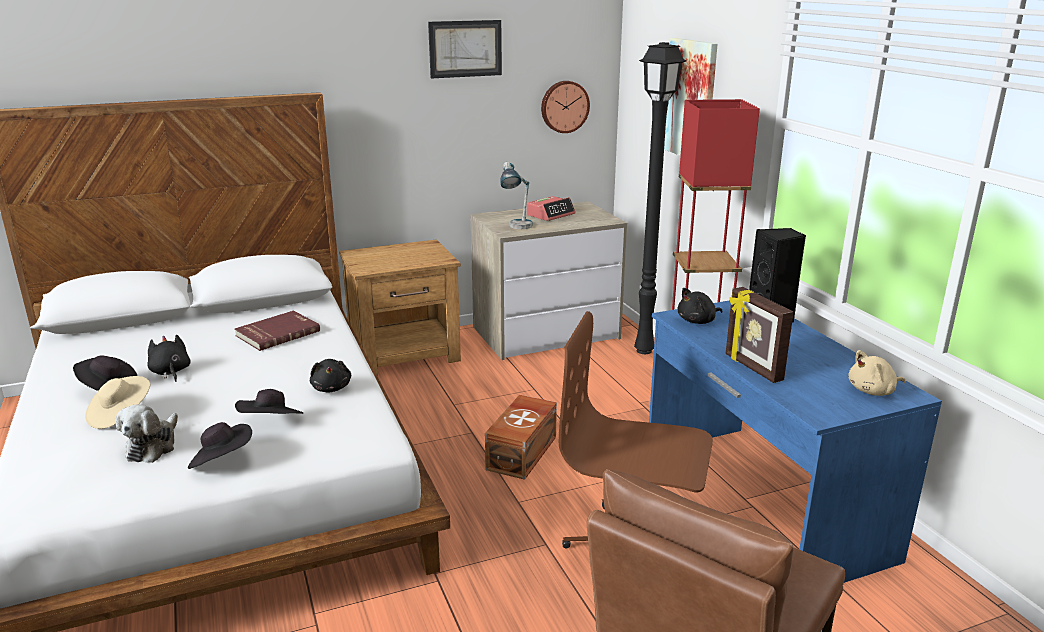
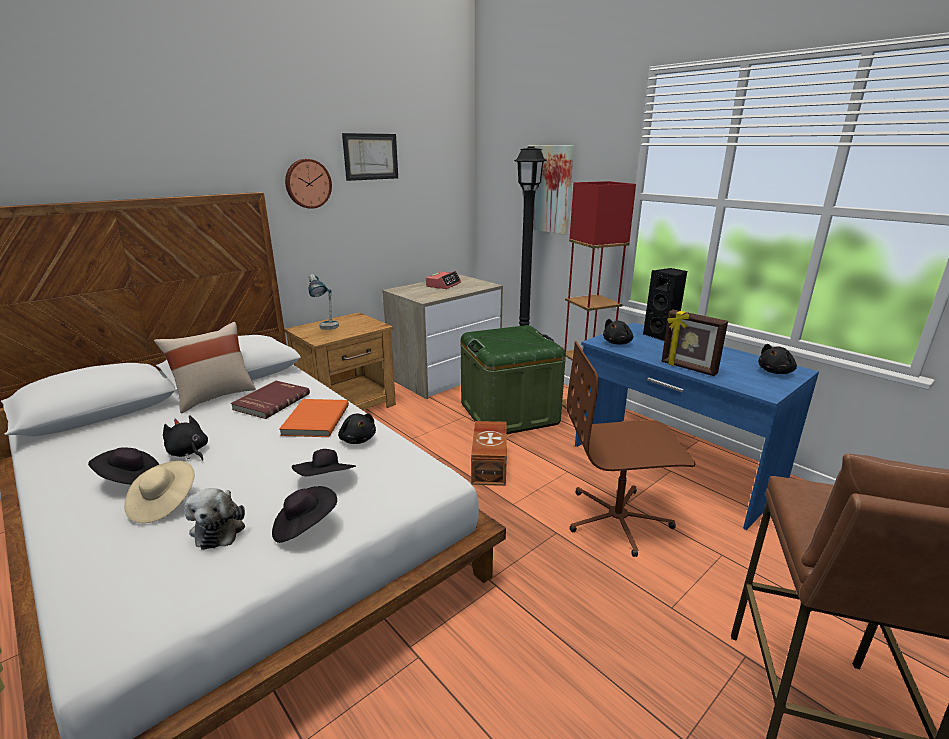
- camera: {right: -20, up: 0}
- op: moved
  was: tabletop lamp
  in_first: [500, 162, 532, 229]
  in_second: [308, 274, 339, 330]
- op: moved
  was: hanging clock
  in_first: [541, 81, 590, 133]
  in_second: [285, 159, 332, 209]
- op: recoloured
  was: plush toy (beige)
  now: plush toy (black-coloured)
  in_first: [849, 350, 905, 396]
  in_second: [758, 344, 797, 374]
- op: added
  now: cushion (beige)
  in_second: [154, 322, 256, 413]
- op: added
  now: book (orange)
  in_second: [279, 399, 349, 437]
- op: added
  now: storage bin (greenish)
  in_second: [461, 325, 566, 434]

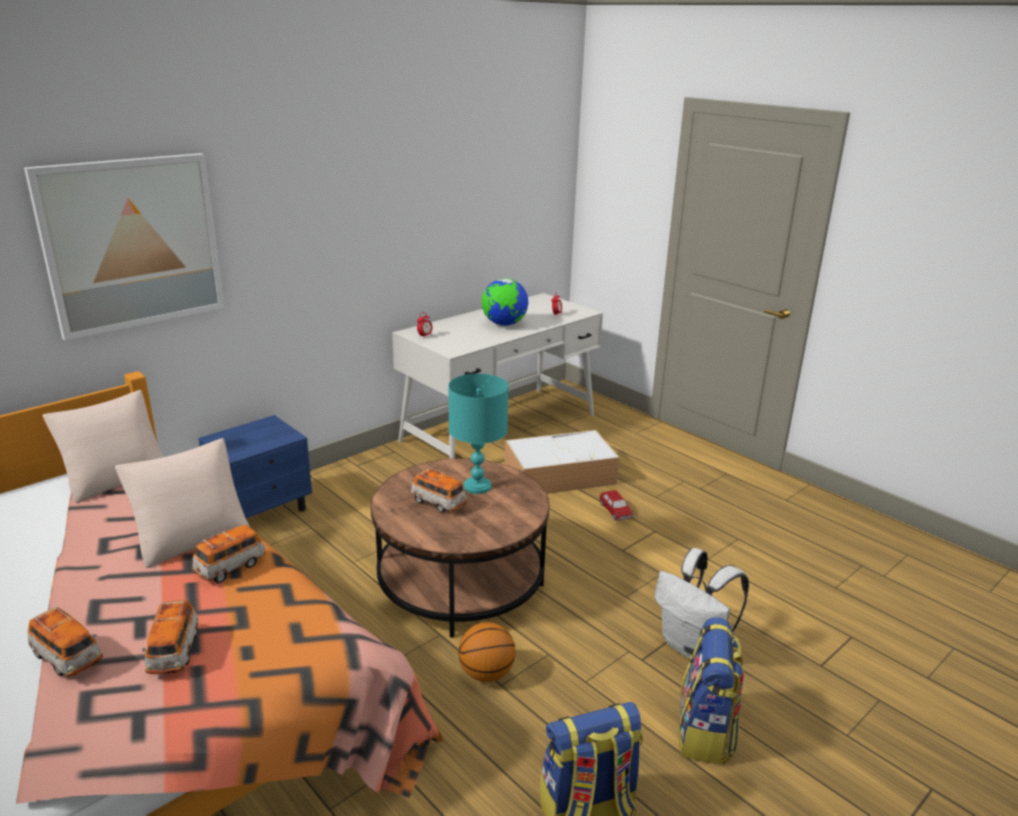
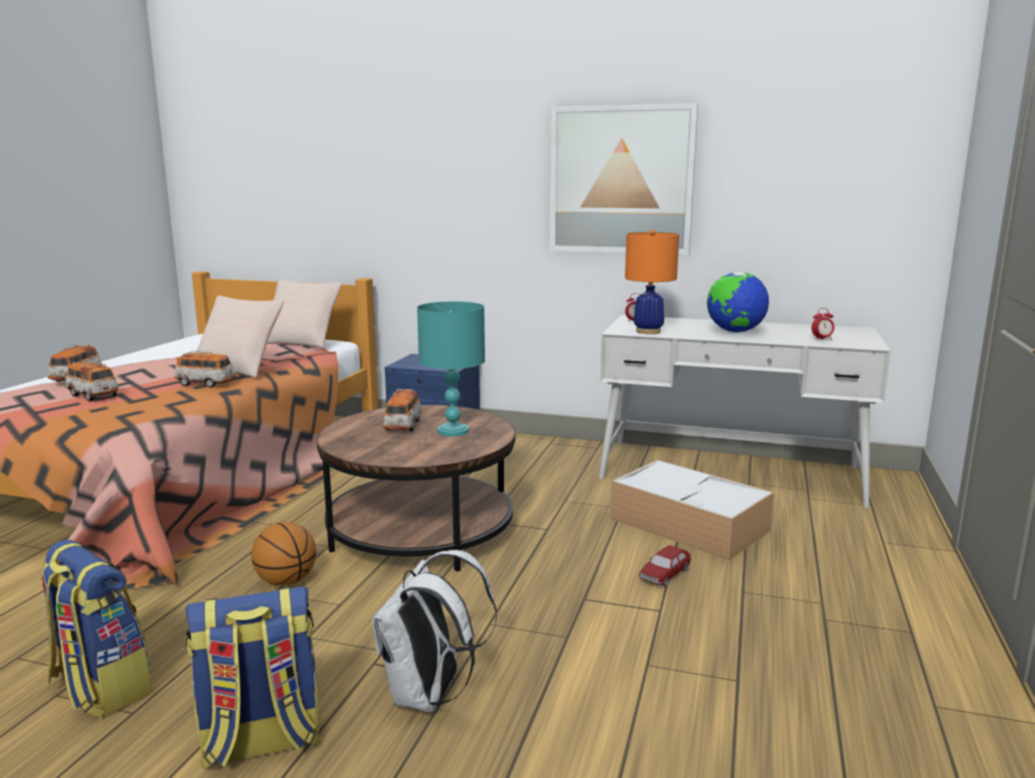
- camera: {right: 60, up: -10}
- op: moved
  was: wall picture
  in_first: [24, 153, 225, 341]
  in_second: [550, 103, 698, 255]
- op: turned
  was: toy car
  in_first: [142, 600, 199, 674]
  in_second: [65, 362, 119, 402]
  clockwise: 75
- op: added
  now: tabletop lamp (orange)
  in_second: [625, 230, 679, 334]

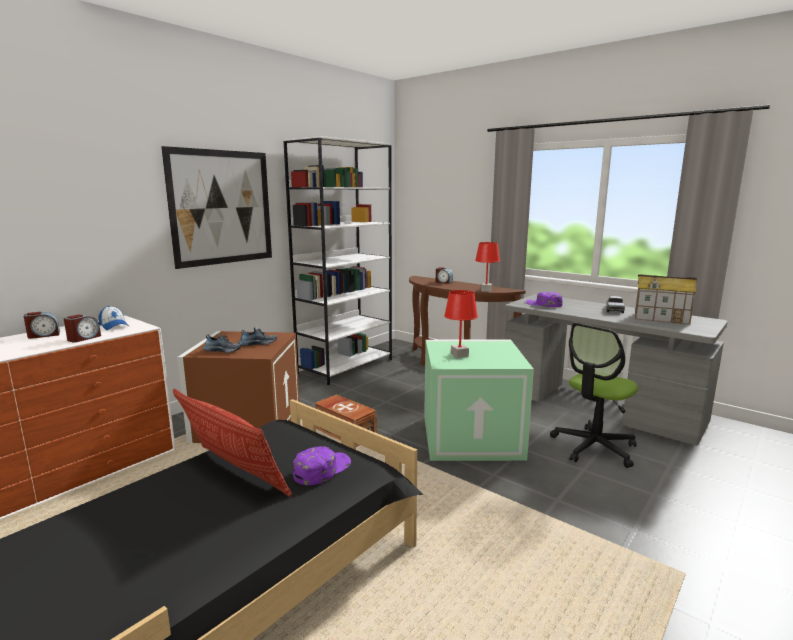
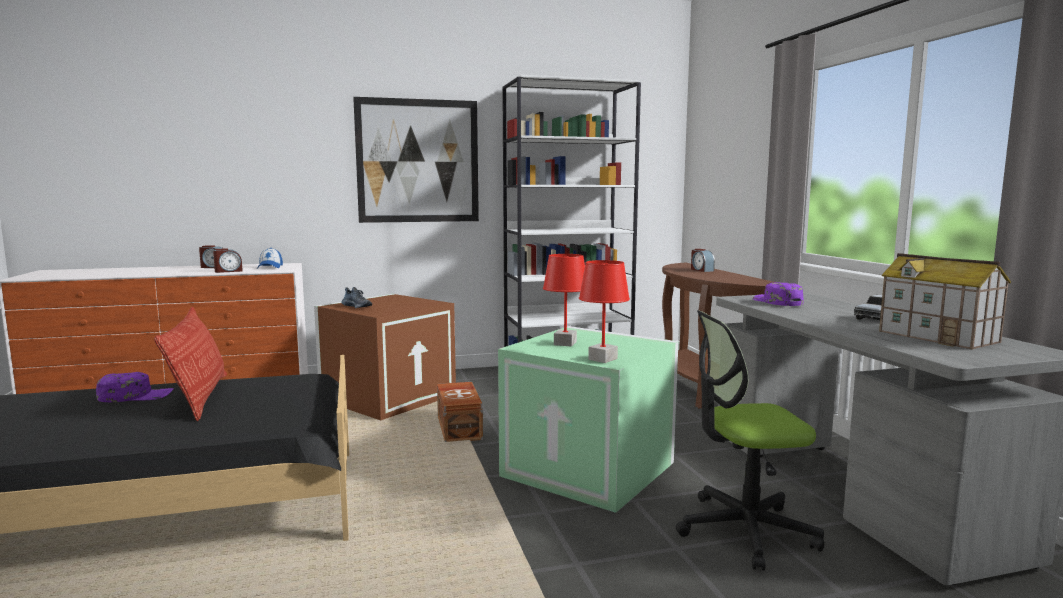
- camera: {right: 35, up: -5}
- op: removed
  was: low shoe
  in_first: [238, 327, 277, 346]
- op: moved
  was: peaked cap (purplish)
  in_first: [293, 446, 351, 485]
  in_second: [96, 372, 174, 402]
- op: moved
  was: tabletop lamp (reddish)
  in_first: [475, 242, 500, 292]
  in_second: [579, 260, 630, 363]

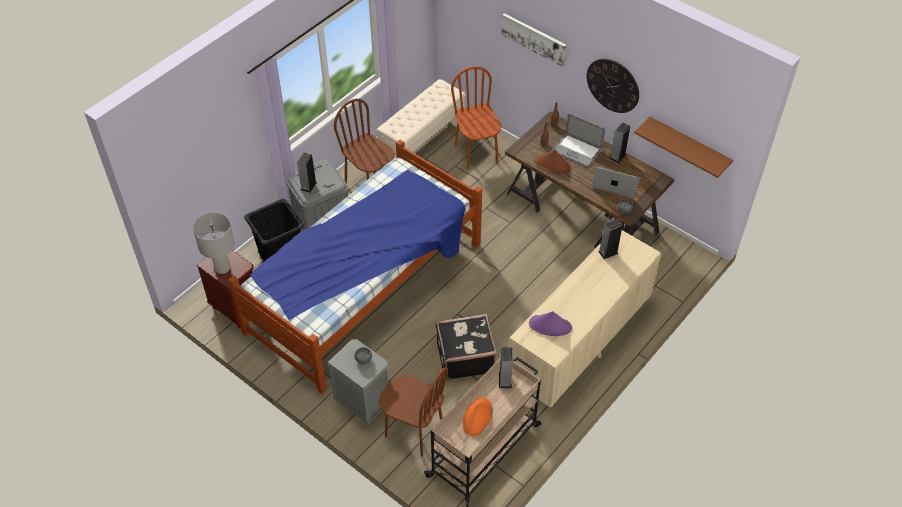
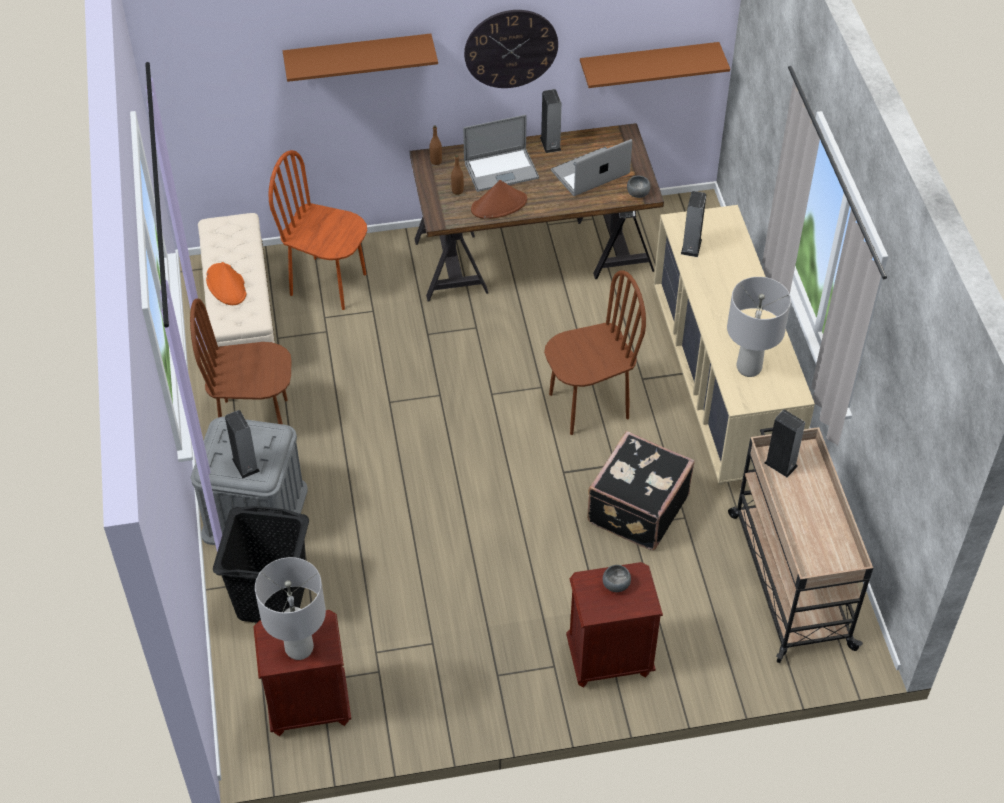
- camera: {right: -50, up: 0}
- op: removed
  was: sleeping bed
  in_first: [228, 140, 482, 394]
- op: recoloured
  was: nightstand (greyish)
  now: nightstand (brown-coloured)
  in_first: [327, 339, 389, 426]
  in_second: [566, 562, 663, 688]
- op: moved
  was: upright chair (brown-coloured)
  in_first: [379, 367, 448, 456]
  in_second: [544, 270, 646, 435]
- op: moved
  was: clothing hat (orange)
  in_first: [463, 397, 493, 436]
  in_second: [206, 262, 247, 305]
- op: replaced
  was: wall picture
  now: shelf (brown-coloured)
  in_first: [501, 13, 566, 67]
  in_second: [283, 34, 438, 82]
- op: replaced
  was: clothing hat (purplish)
  now: tabletop lamp (greyish)
  in_first: [529, 311, 572, 336]
  in_second: [727, 277, 791, 377]

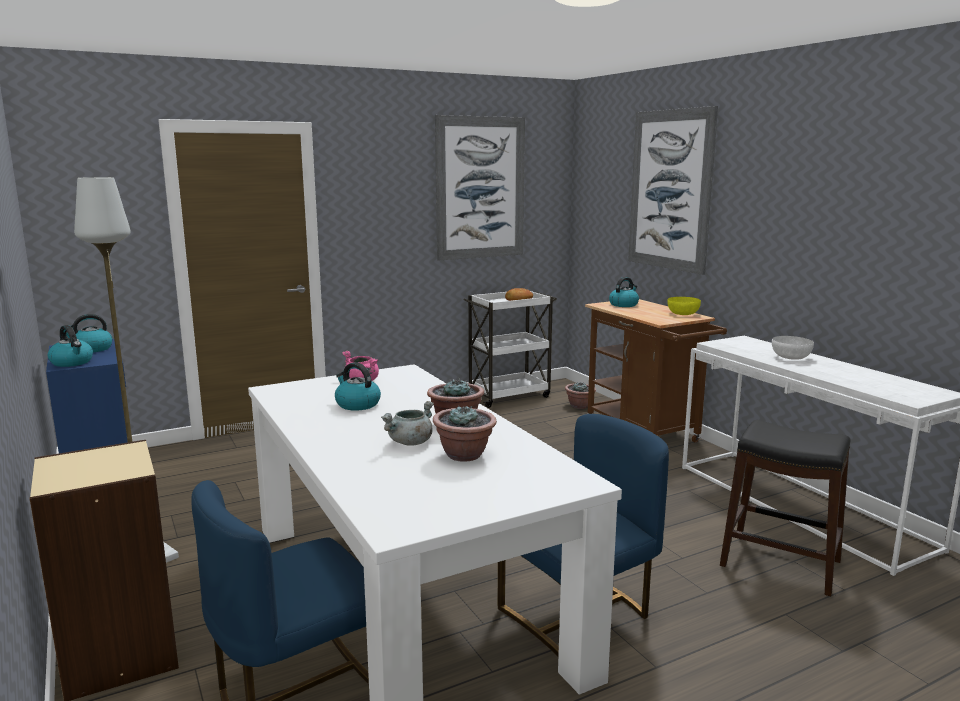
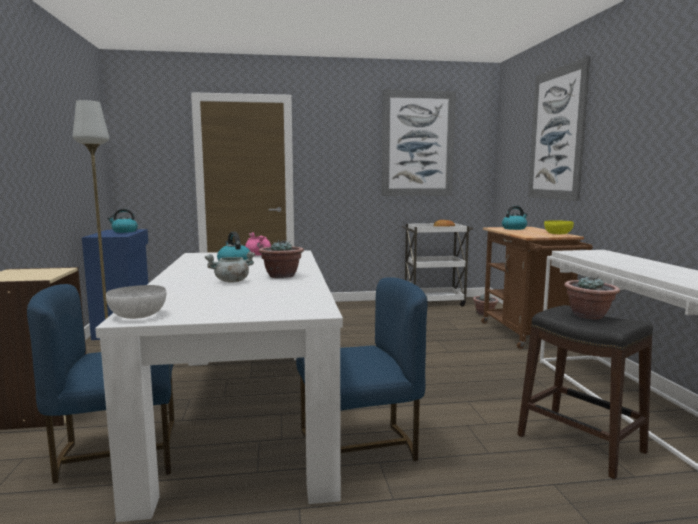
- camera: {right: 20, up: -5}
- op: removed
  was: water kettle
  in_first: [48, 325, 93, 367]
- op: moved
  was: plant in a pot
  in_first: [433, 405, 497, 461]
  in_second: [564, 276, 620, 319]
- op: moved
  was: deep dish (white-coloured)
  in_first: [772, 336, 814, 360]
  in_second: [106, 285, 166, 319]

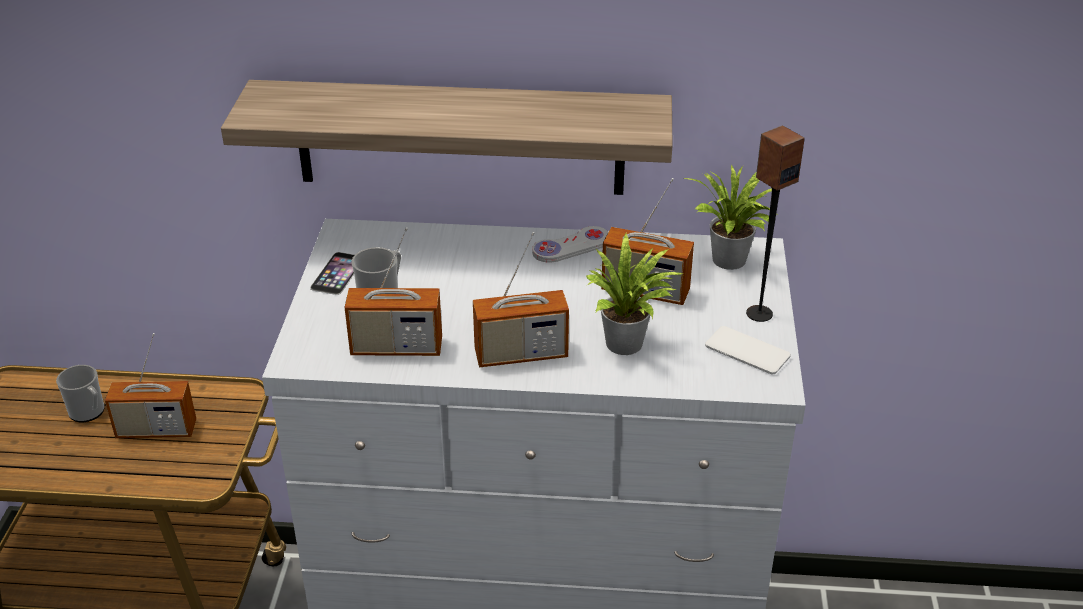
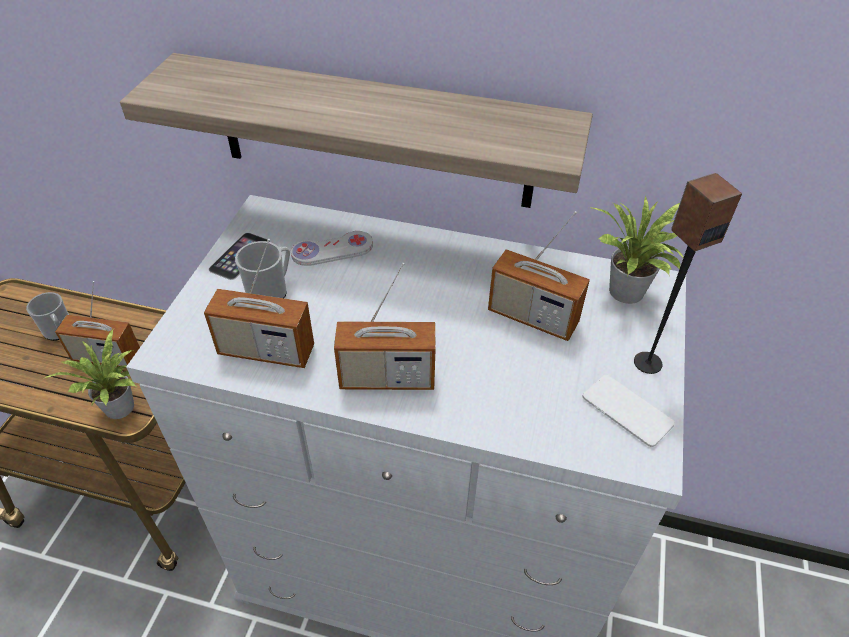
- camera: {right: 10, up: 10}
- op: moved
  was: gamepad (white-coloured)
  in_first: [532, 226, 608, 263]
  in_second: [291, 231, 373, 266]
- op: moved
  was: plant in a pot
  in_first: [586, 234, 683, 355]
  in_second: [43, 329, 137, 419]

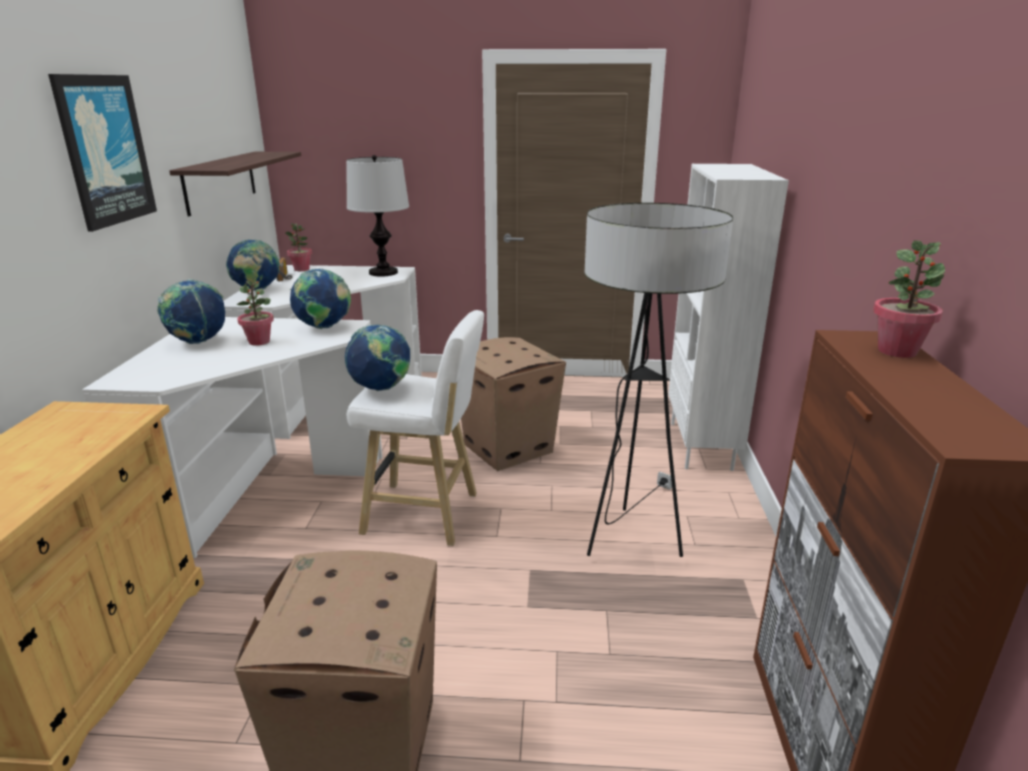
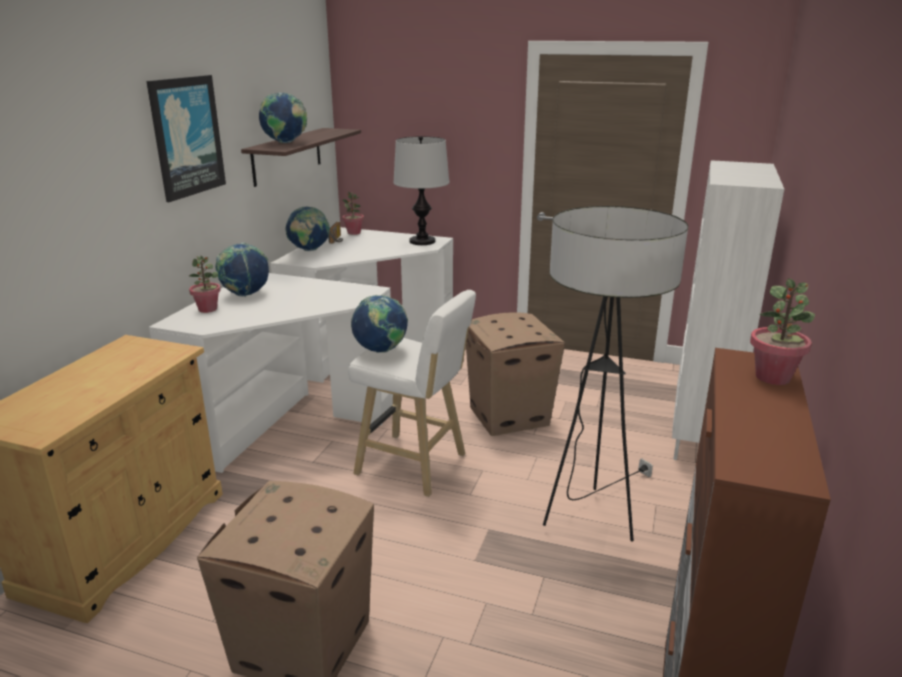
- camera: {right: 15, up: 0}
- op: moved
  was: plant in a pot
  in_first: [237, 280, 274, 346]
  in_second: [189, 256, 221, 313]
- op: moved
  was: globe
  in_first: [290, 269, 351, 329]
  in_second: [259, 92, 307, 143]

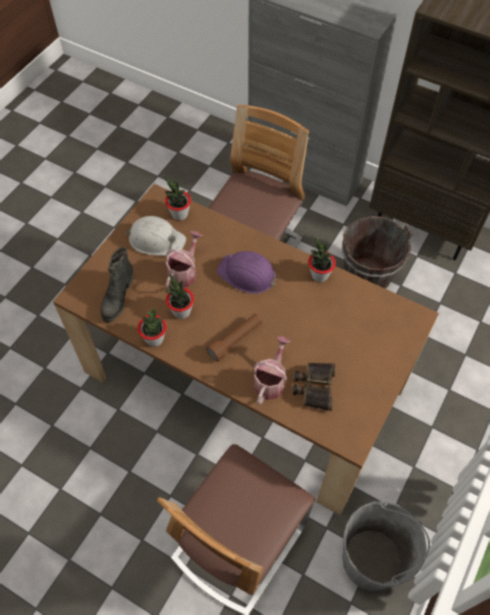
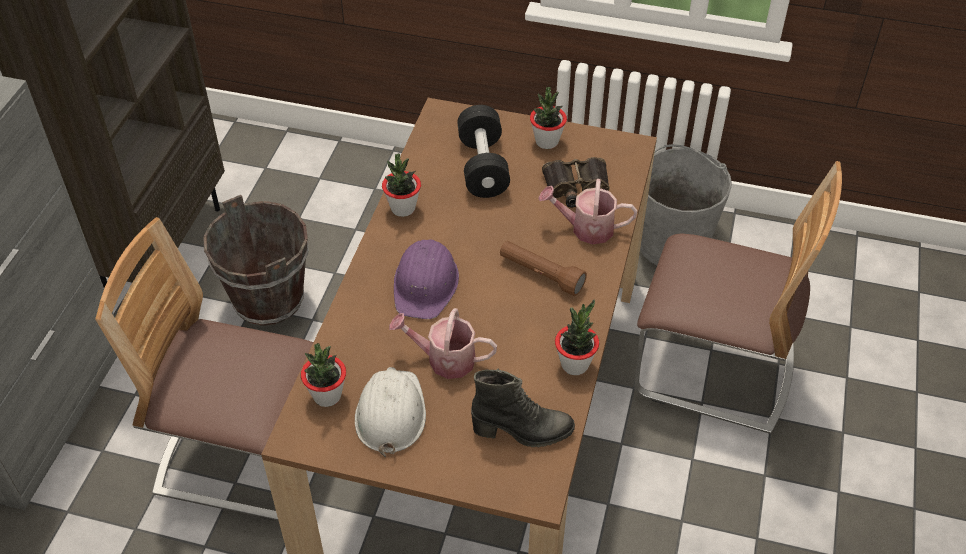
- camera: {right: -105, up: -10}
- op: moved
  was: plant in a pot
  in_first: [165, 273, 194, 319]
  in_second: [530, 87, 567, 149]
- op: added
  now: free weight (black-coloured)
  in_second: [457, 105, 510, 198]

